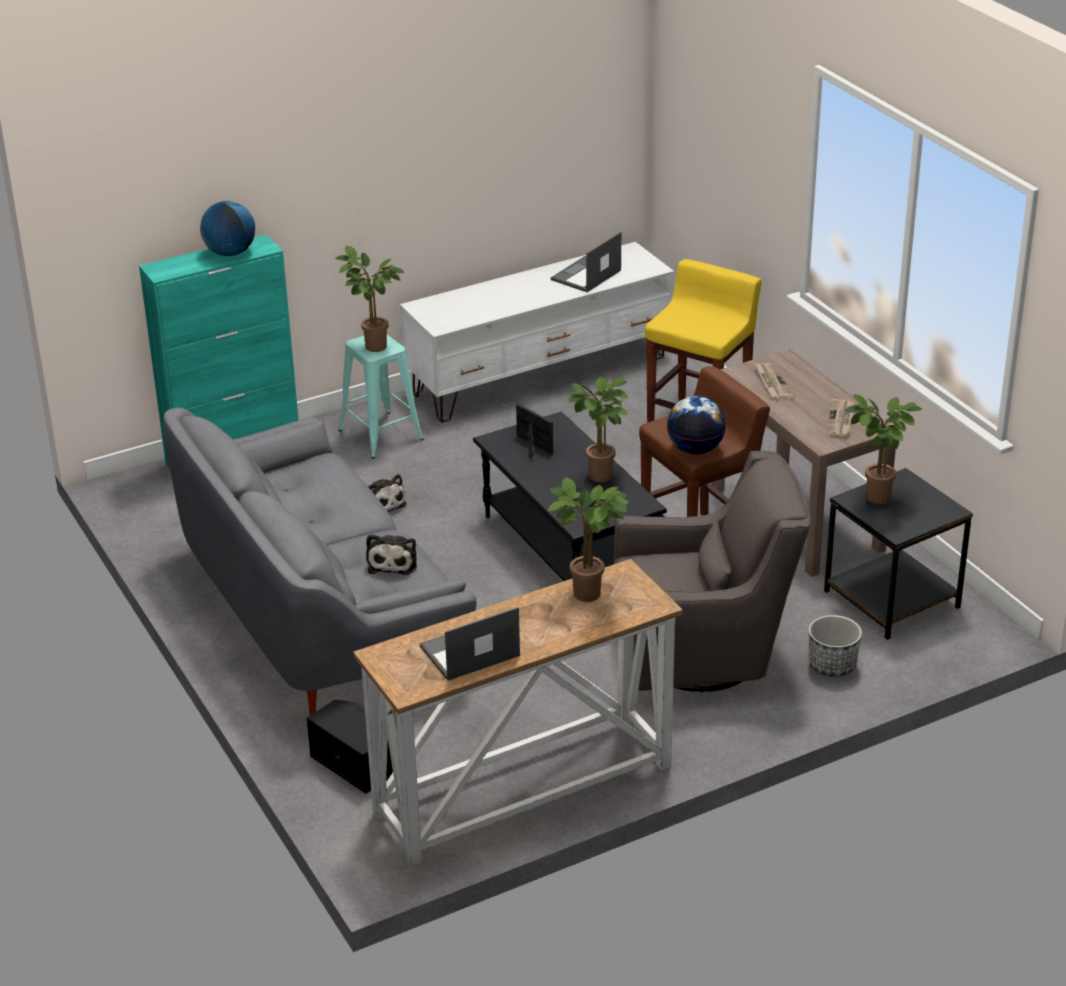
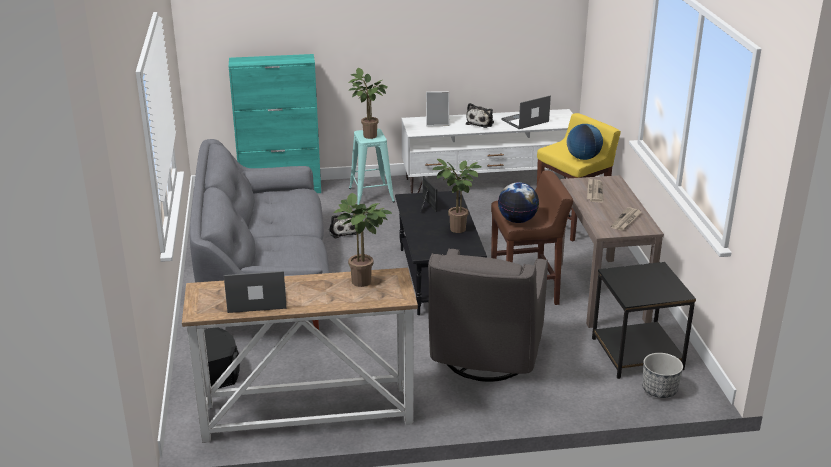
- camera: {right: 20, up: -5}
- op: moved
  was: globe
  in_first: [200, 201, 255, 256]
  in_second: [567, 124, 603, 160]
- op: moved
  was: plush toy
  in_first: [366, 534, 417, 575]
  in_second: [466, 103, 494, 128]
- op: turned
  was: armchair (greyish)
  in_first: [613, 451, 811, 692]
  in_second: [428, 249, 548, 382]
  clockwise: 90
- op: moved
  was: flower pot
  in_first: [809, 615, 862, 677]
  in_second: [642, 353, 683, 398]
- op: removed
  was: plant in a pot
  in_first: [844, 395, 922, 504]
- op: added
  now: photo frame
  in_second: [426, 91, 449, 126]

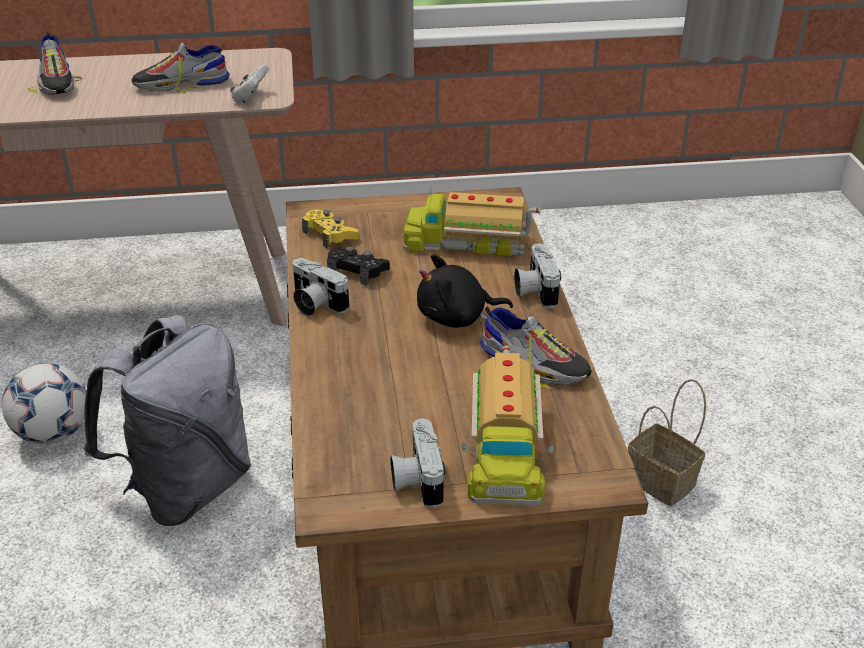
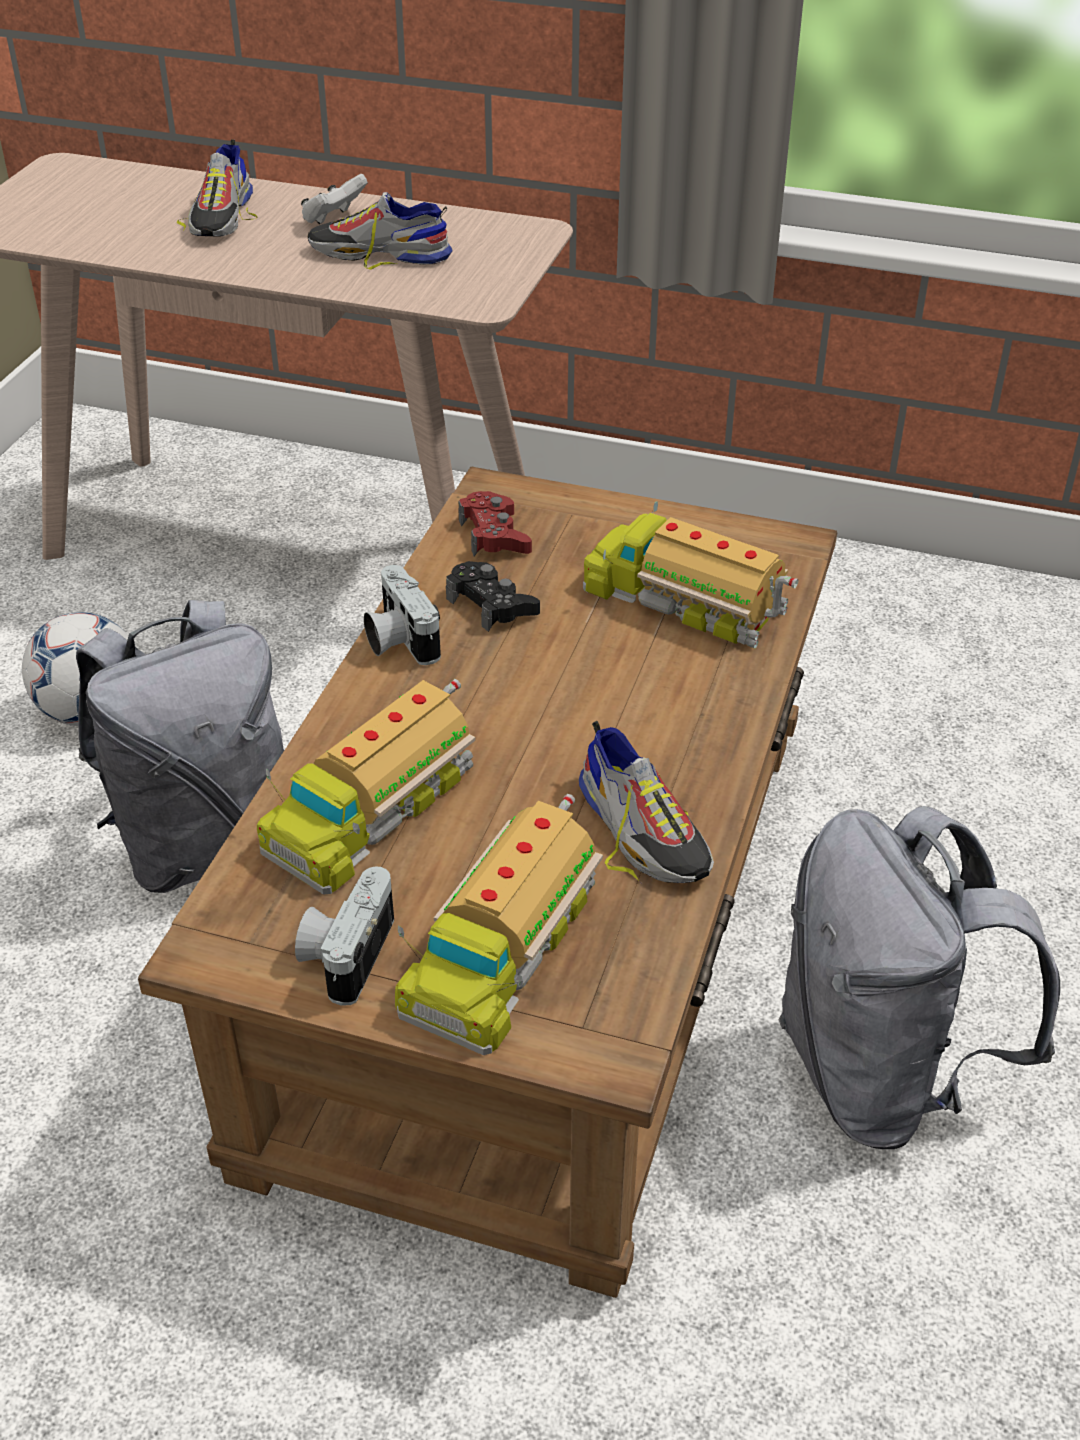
- camera: {right: 25, up: 5}
- op: moved
  was: gamepad (white-coloured)
  in_first: [230, 64, 269, 103]
  in_second: [301, 174, 368, 224]
- op: recoloured
  was: gamepad (yellowish)
  now: gamepad (reddish)
  in_first: [302, 209, 359, 248]
  in_second: [458, 491, 532, 556]
- op: removed
  was: plush toy (black-coloured)
  in_first: [417, 254, 513, 328]
- op: removed
  was: still camera
  in_first: [514, 243, 561, 308]
- op: replaced
  was: storage basket
  now: knapsack (greyish)
  in_first: [628, 379, 706, 506]
  in_second: [779, 806, 1060, 1149]
- op: added
  now: toy truck
  in_second: [257, 679, 476, 895]

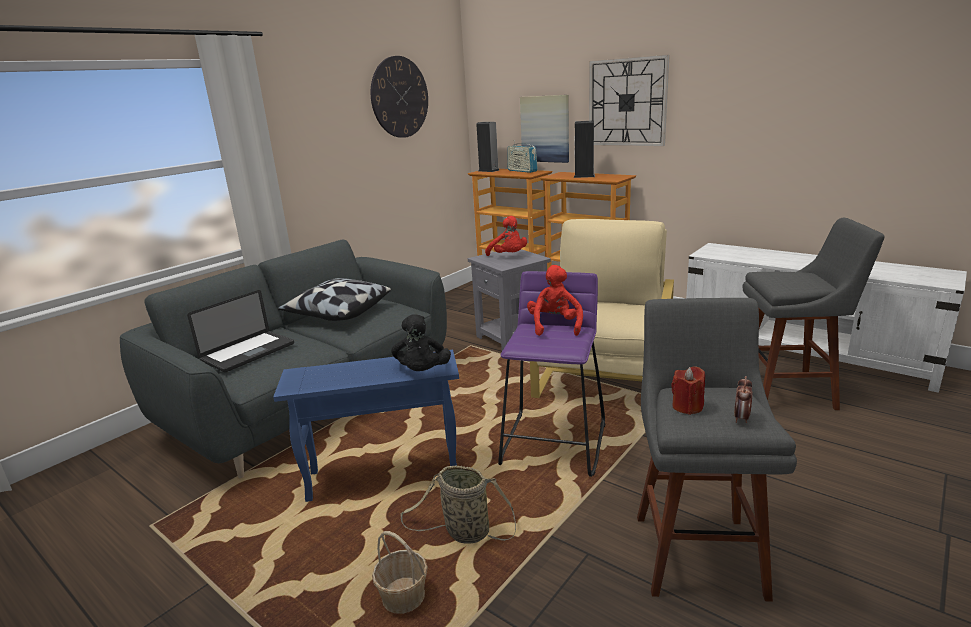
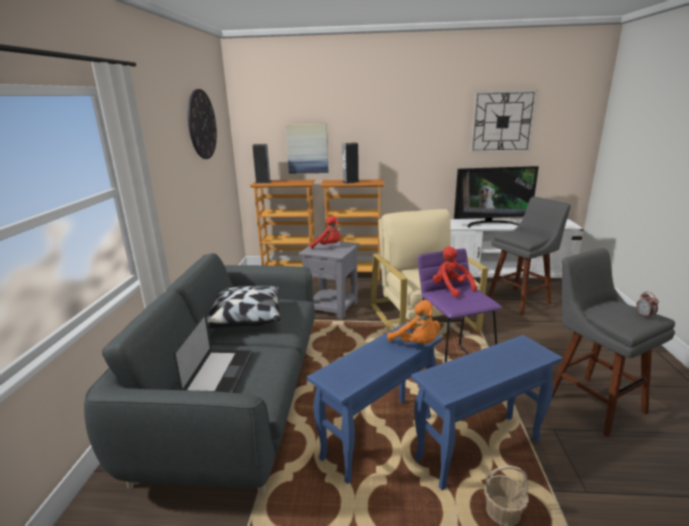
- camera: {right: -35, up: 0}
- op: recoloured
  was: plush toy (black-coloured)
  now: plush toy (orange)
  in_first: [391, 314, 451, 371]
  in_second: [387, 300, 440, 344]
- op: replaced
  was: storage basket
  now: end table (blue-coloured)
  in_first: [401, 465, 516, 544]
  in_second: [411, 335, 563, 490]
- op: removed
  was: radio set
  in_first: [508, 143, 538, 173]
- op: moved
  was: hanging clock
  in_first: [589, 55, 670, 146]
  in_second: [470, 90, 538, 153]
- op: removed
  was: wax candle (reddish)
  in_first: [671, 366, 705, 415]
- op: added
  now: TV
  in_second: [454, 166, 539, 228]

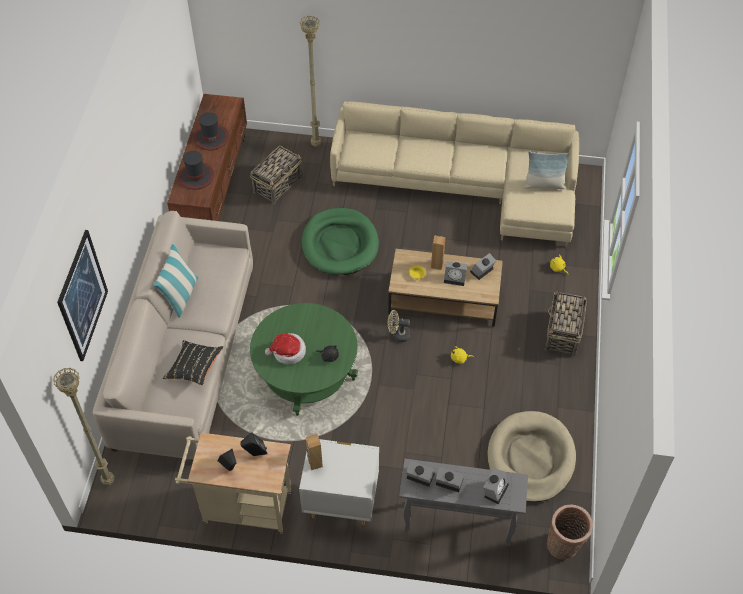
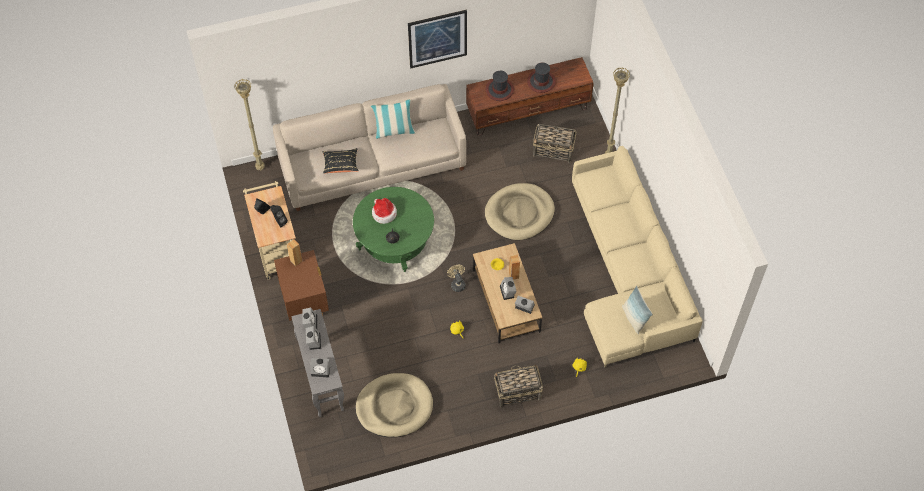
- camera: {right: 65, up: 5}
- op: moved
  was: wall picture
  in_first: [57, 230, 108, 361]
  in_second: [408, 10, 467, 68]
- op: recoloured
  was: nightstand (white-coloured)
  now: nightstand (brown-coloured)
  in_first: [299, 439, 379, 525]
  in_second: [274, 250, 329, 321]
- op: recoloured
  was: dog bed (greenish)
  now: dog bed (beige)
  in_first: [302, 208, 379, 275]
  in_second: [485, 183, 555, 240]
- op: removed
  was: storage basket
  in_first: [547, 504, 593, 560]

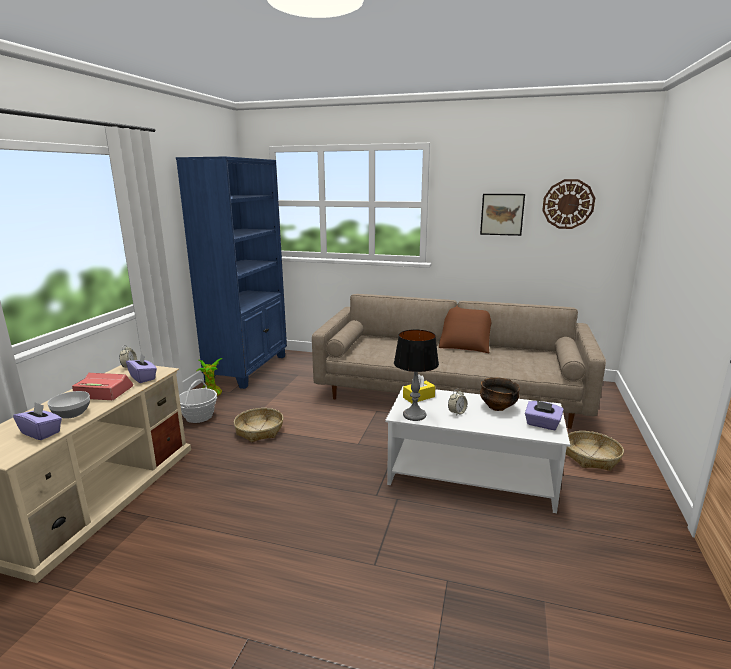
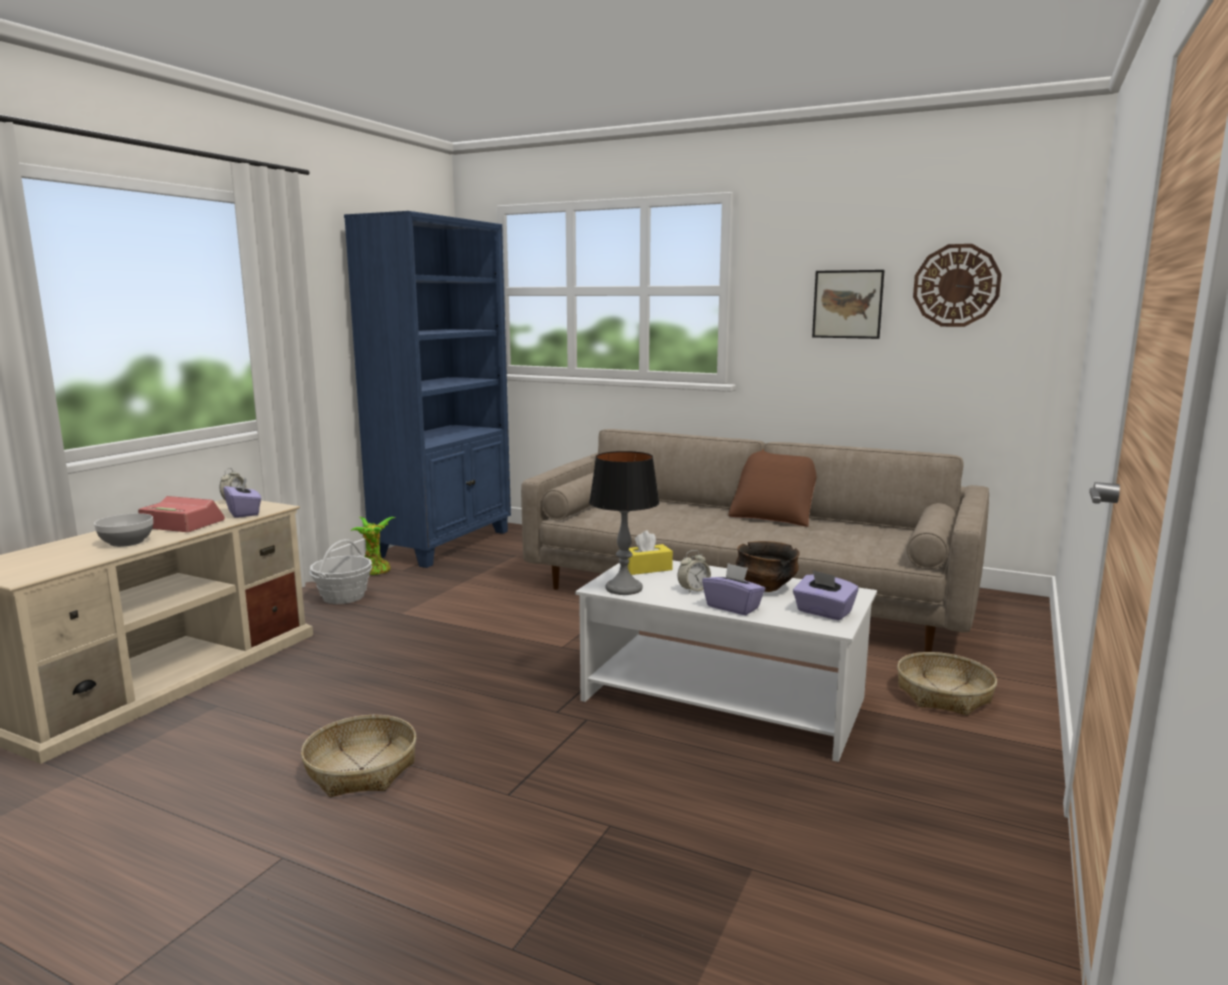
- camera: {right: 10, up: -5}
- op: moved
  was: box of tissues (purplish)
  in_first: [13, 402, 62, 440]
  in_second: [702, 563, 765, 615]
- op: moved
  was: storage basket
  in_first: [234, 408, 283, 442]
  in_second: [301, 715, 417, 797]

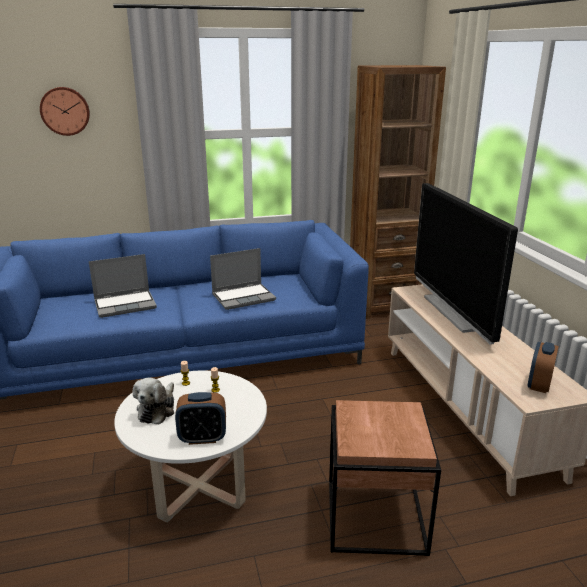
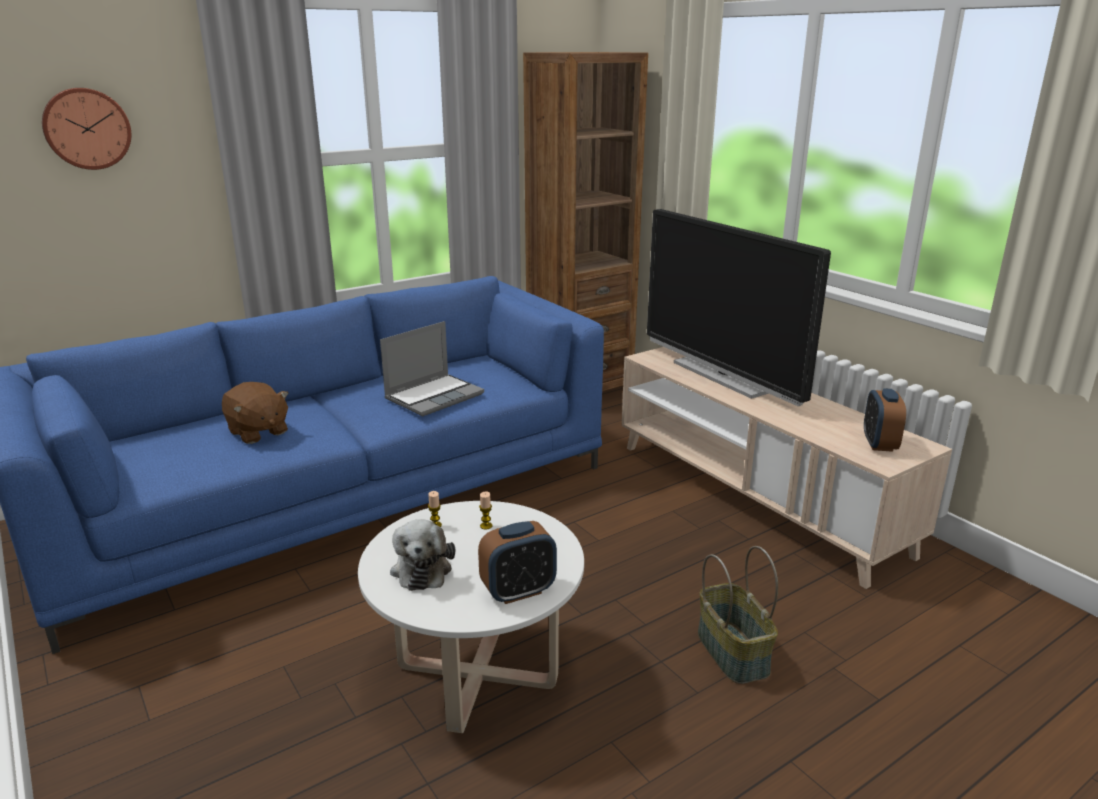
- camera: {right: -20, up: 0}
- op: replaced
  was: portable computer
  now: plush toy (brown-coloured)
  in_first: [89, 254, 157, 318]
  in_second: [222, 382, 289, 444]
- op: replaced
  was: end table (brown-coloured)
  now: storage basket
  in_first: [329, 400, 441, 556]
  in_second: [698, 546, 778, 684]

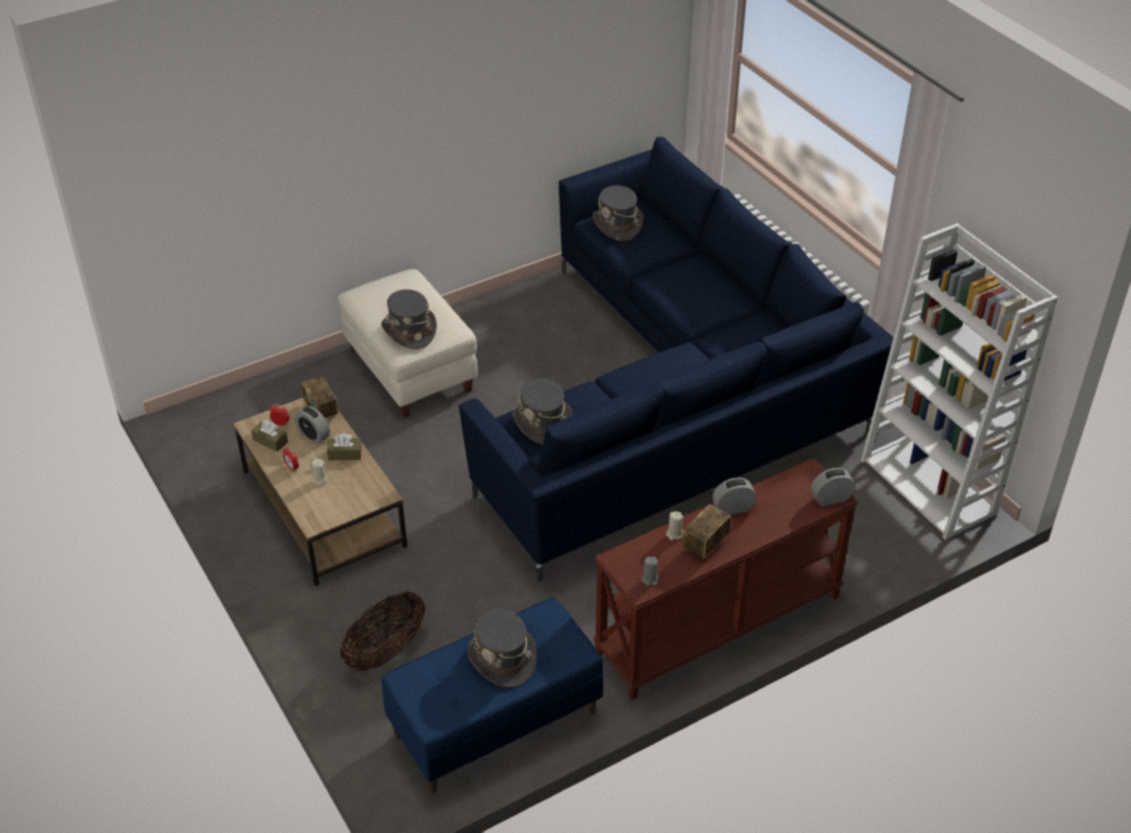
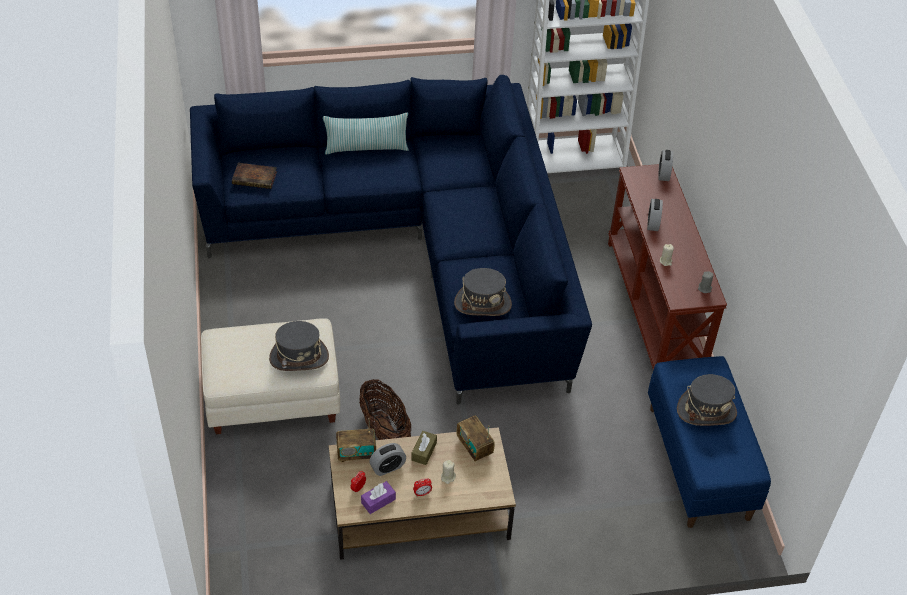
- camera: {right: -70, up: 5}
- op: recoloured
  was: box of tissues (brown-coloured)
  now: box of tissues (purplish)
  in_first: [251, 420, 288, 452]
  in_second: [361, 481, 396, 514]
- op: moved
  was: storage basket
  in_first: [340, 592, 425, 671]
  in_second: [359, 379, 411, 440]
- op: replaced
  was: clothing hat (greyish)
  now: book
  in_first: [592, 185, 643, 241]
  in_second: [232, 163, 277, 189]
- op: moved
  was: radio set
  in_first: [683, 504, 731, 560]
  in_second: [457, 415, 495, 462]
- op: added
  now: cushion
  in_second: [323, 113, 408, 154]

